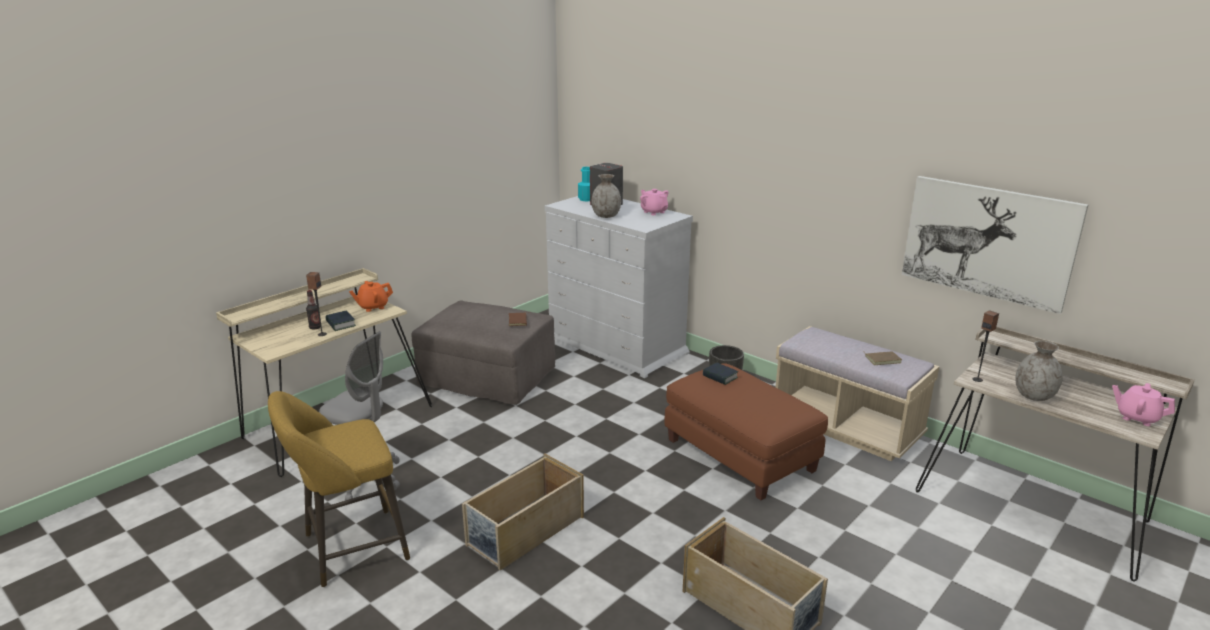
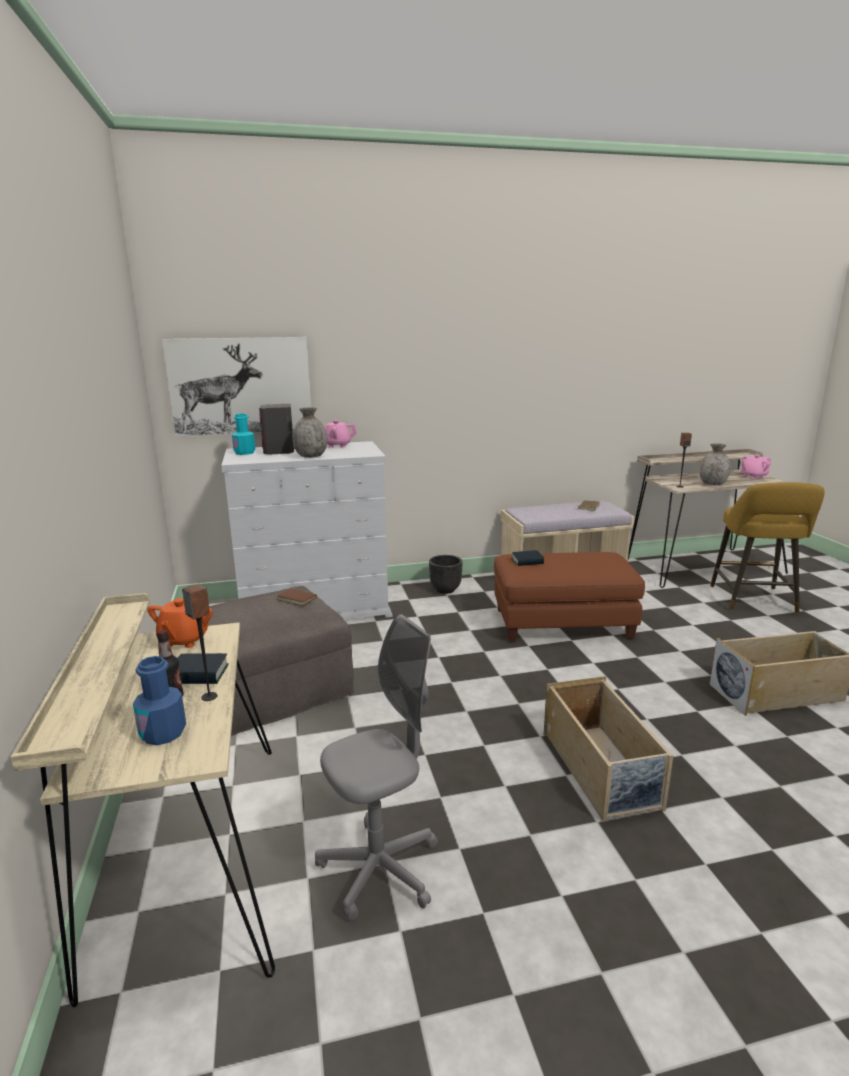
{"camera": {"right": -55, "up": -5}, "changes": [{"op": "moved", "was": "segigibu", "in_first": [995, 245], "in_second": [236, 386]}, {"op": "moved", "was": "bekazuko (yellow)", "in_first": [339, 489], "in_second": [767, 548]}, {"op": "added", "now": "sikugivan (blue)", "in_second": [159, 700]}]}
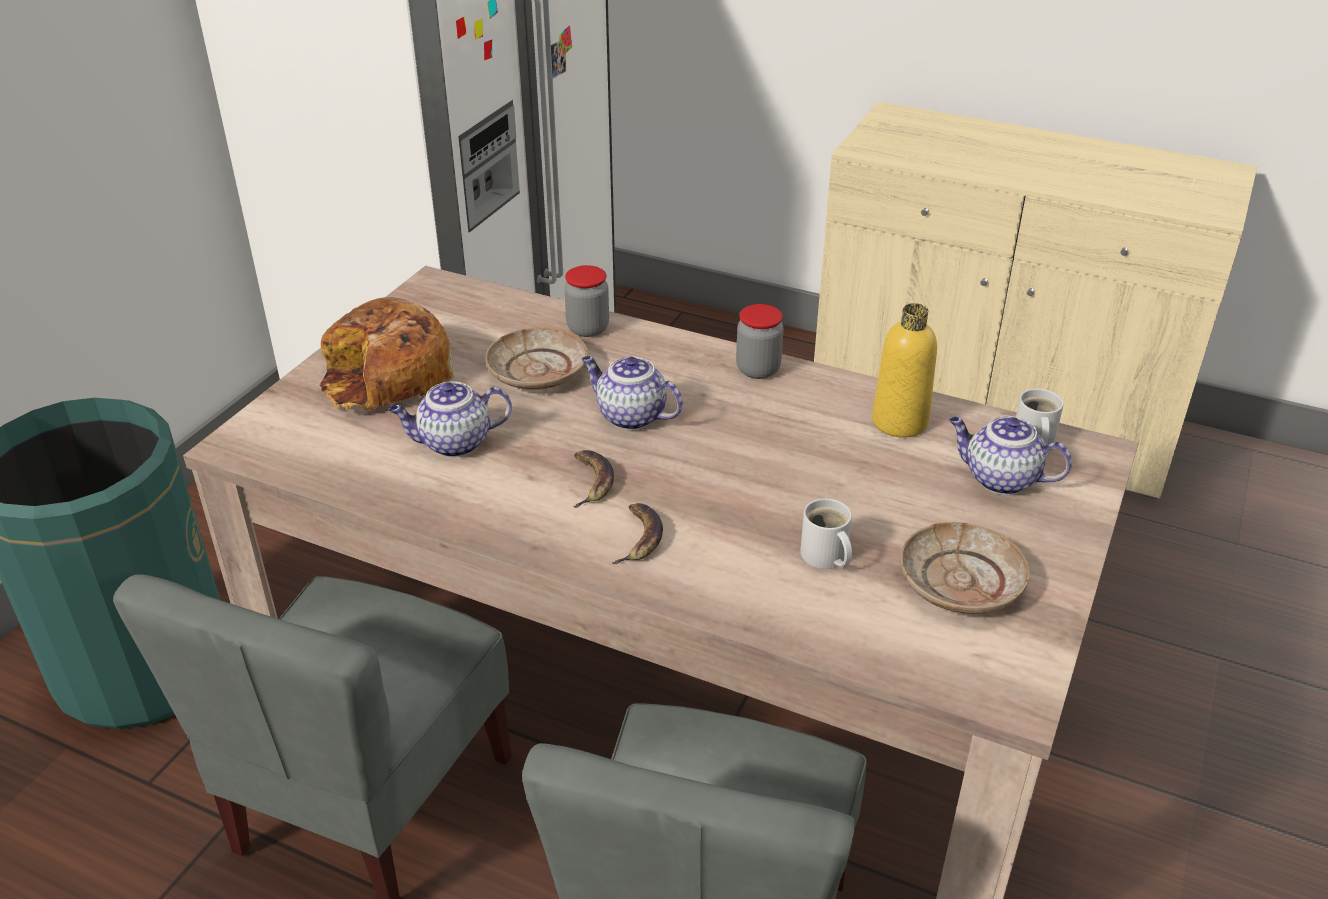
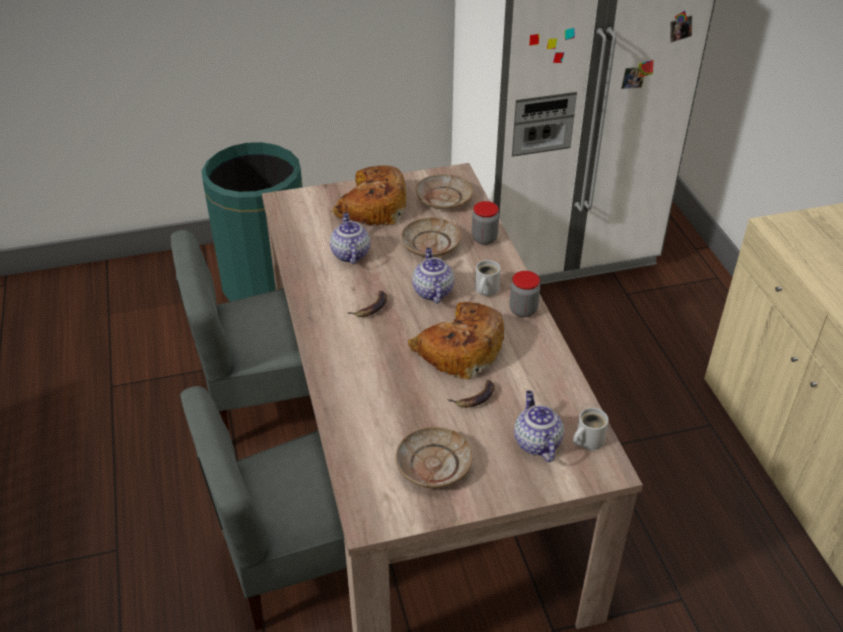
{"camera": {"right": 50, "up": 5}, "changes": [{"op": "removed", "was": "sikugivan (yellow)", "in_first": [904, 370]}, {"op": "turned", "was": "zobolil", "in_first": [450, 419], "in_second": [350, 238], "clockwise": 45}, {"op": "moved", "was": "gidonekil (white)", "in_first": [826, 533], "in_second": [488, 278]}, {"op": "moved", "was": "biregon", "in_first": [637, 533], "in_second": [471, 394]}, {"op": "added", "now": "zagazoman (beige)", "in_second": [444, 192]}, {"op": "added", "now": "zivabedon", "in_second": [456, 341]}]}
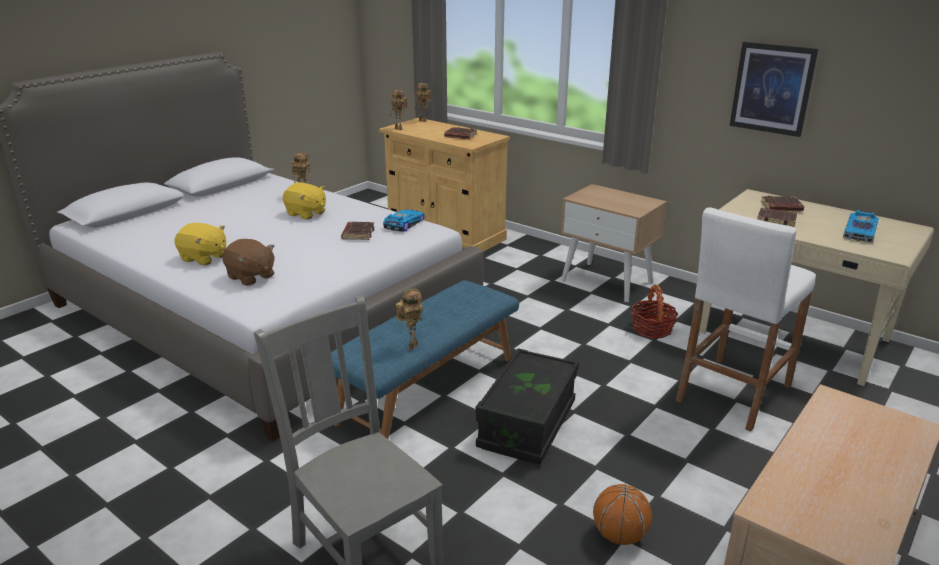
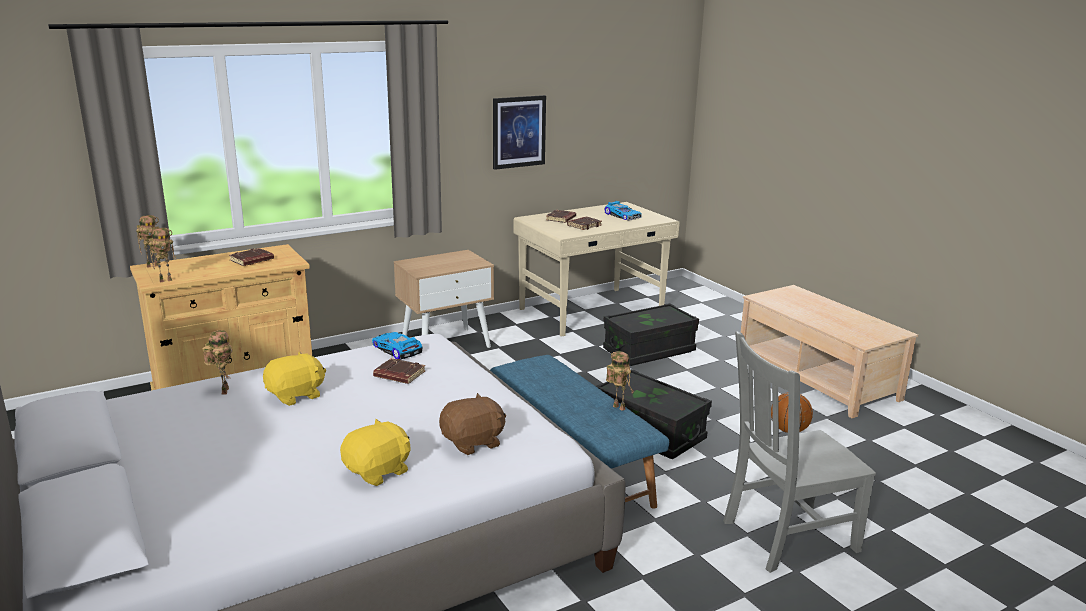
{"camera": {"right": -70, "up": -5}, "changes": [{"op": "replaced", "was": "bekazuko (white)", "now": "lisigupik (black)", "in_first": [746, 319], "in_second": [651, 334]}, {"op": "removed", "was": "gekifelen", "in_first": [654, 311]}]}
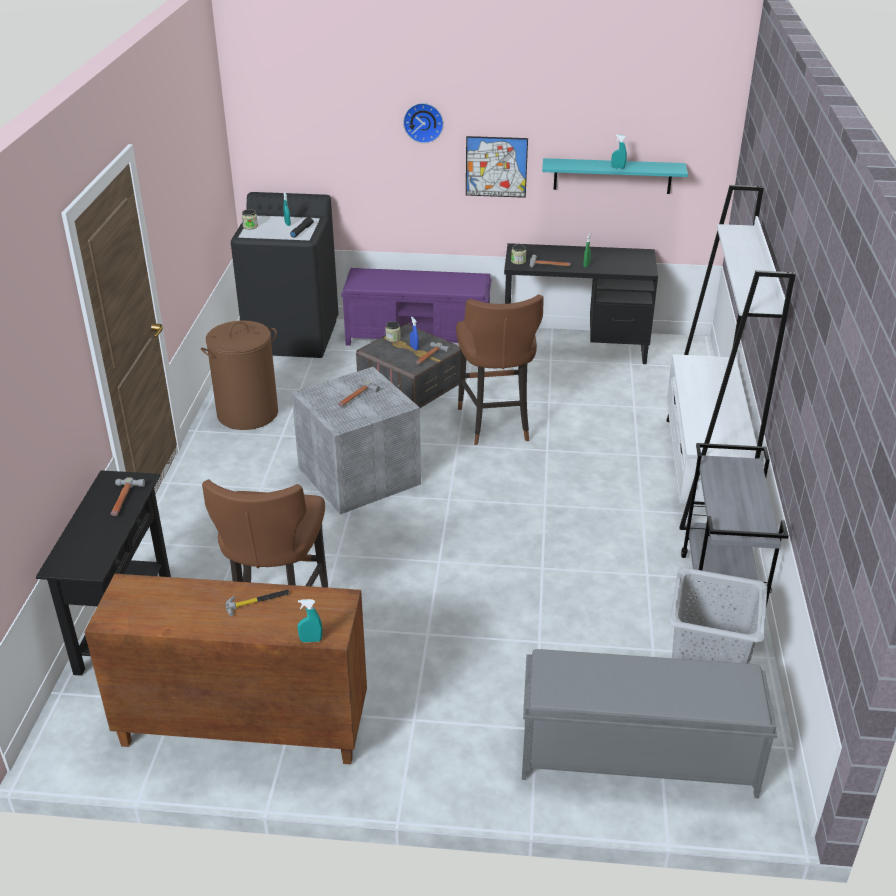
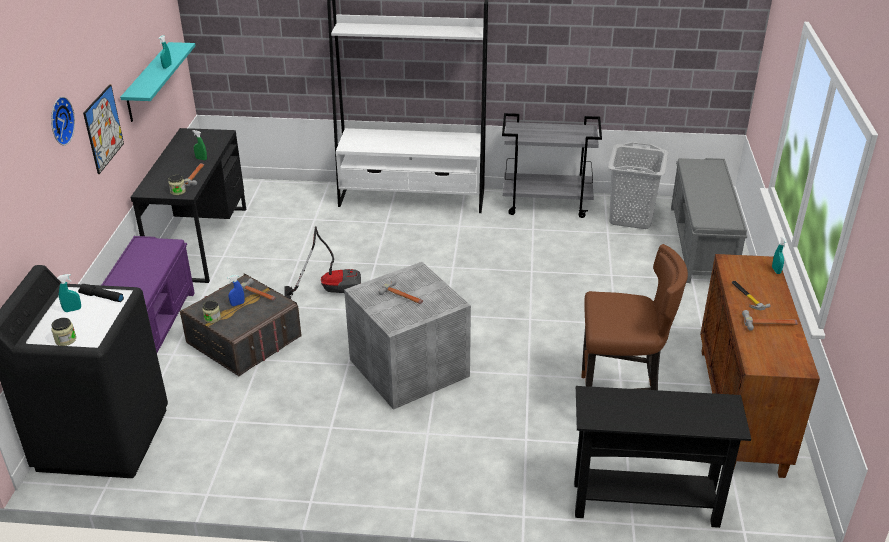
{"camera": {"right": -90, "up": 0}, "changes": [{"op": "replaced", "was": "bekazuko (brown)", "now": "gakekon", "in_first": [500, 369], "in_second": [322, 263]}, {"op": "removed", "was": "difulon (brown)", "in_first": [239, 375]}, {"op": "moved", "was": "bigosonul", "in_first": [128, 496], "in_second": [770, 320]}]}
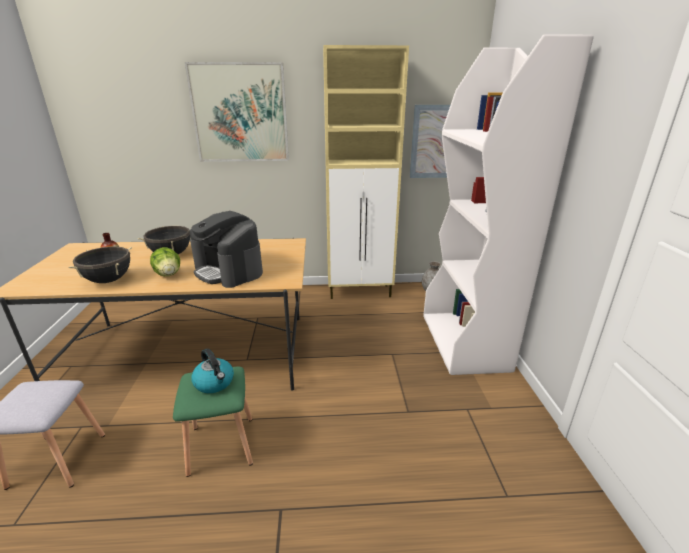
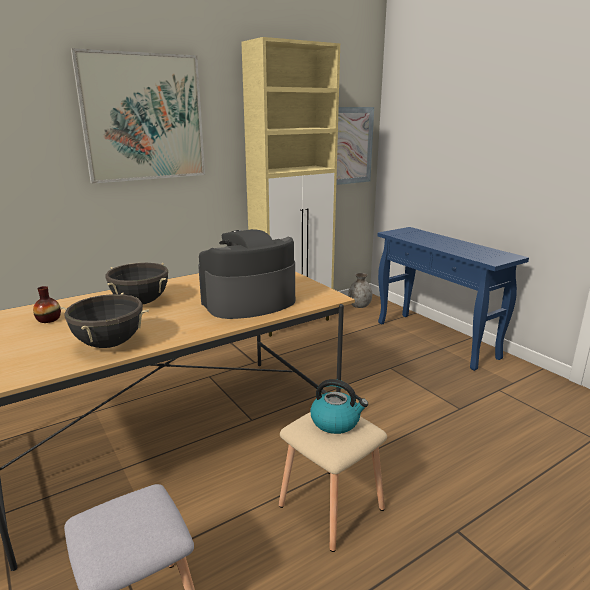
{"camera": {"right": -30, "up": -5}, "changes": [{"op": "replaced", "was": "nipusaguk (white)", "now": "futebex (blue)", "in_first": [508, 204], "in_second": [453, 299]}, {"op": "turned", "was": "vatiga", "in_first": [226, 249], "in_second": [246, 274], "clockwise": 135}, {"op": "removed", "was": "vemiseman", "in_first": [165, 261]}, {"op": "recoloured", "was": "bekazuko (green)", "now": "bekazuko (beige)", "in_first": [213, 421], "in_second": [333, 482]}]}
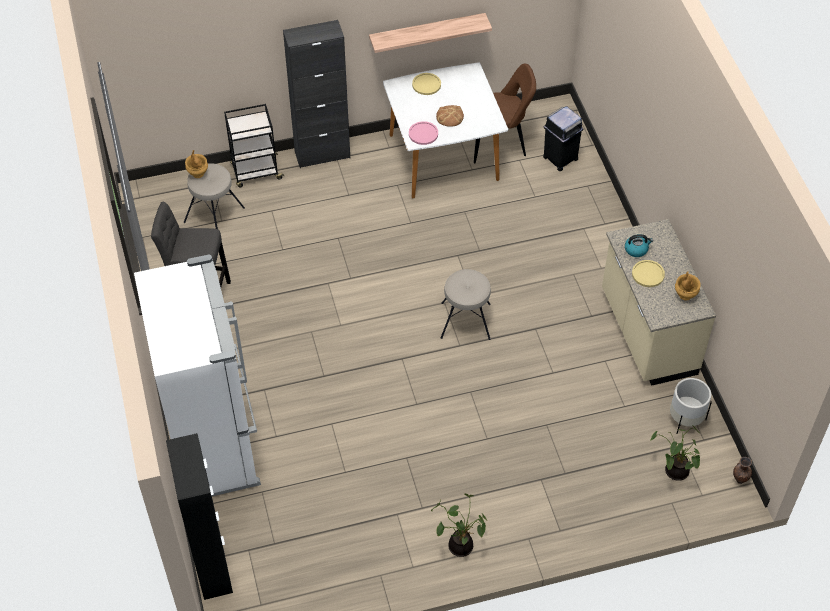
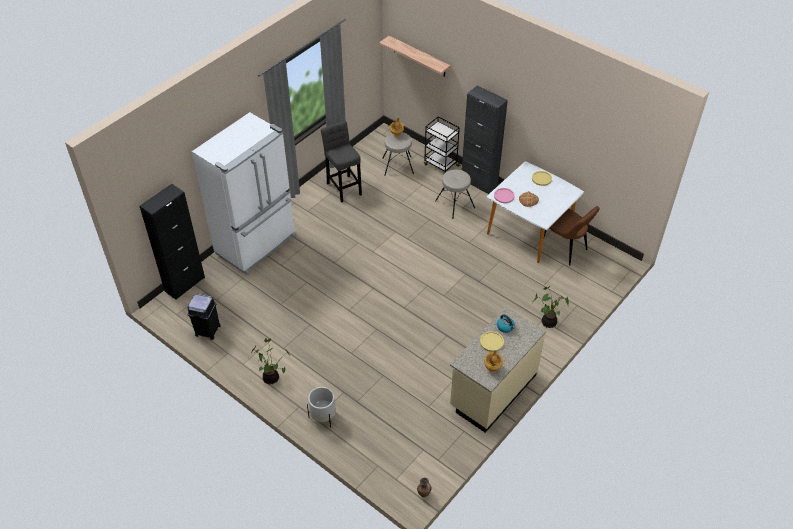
{"camera": {"right": 55, "up": -5}, "changes": [{"op": "moved", "was": "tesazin", "in_first": [430, 33], "in_second": [415, 56]}, {"op": "moved", "was": "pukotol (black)", "in_first": [563, 138], "in_second": [204, 317]}, {"op": "moved", "was": "bekazuko (beige)", "in_first": [466, 304], "in_second": [455, 194]}, {"op": "moved", "was": "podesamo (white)", "in_first": [691, 406], "in_second": [321, 407]}, {"op": "moved", "was": "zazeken", "in_first": [675, 453], "in_second": [551, 307]}]}
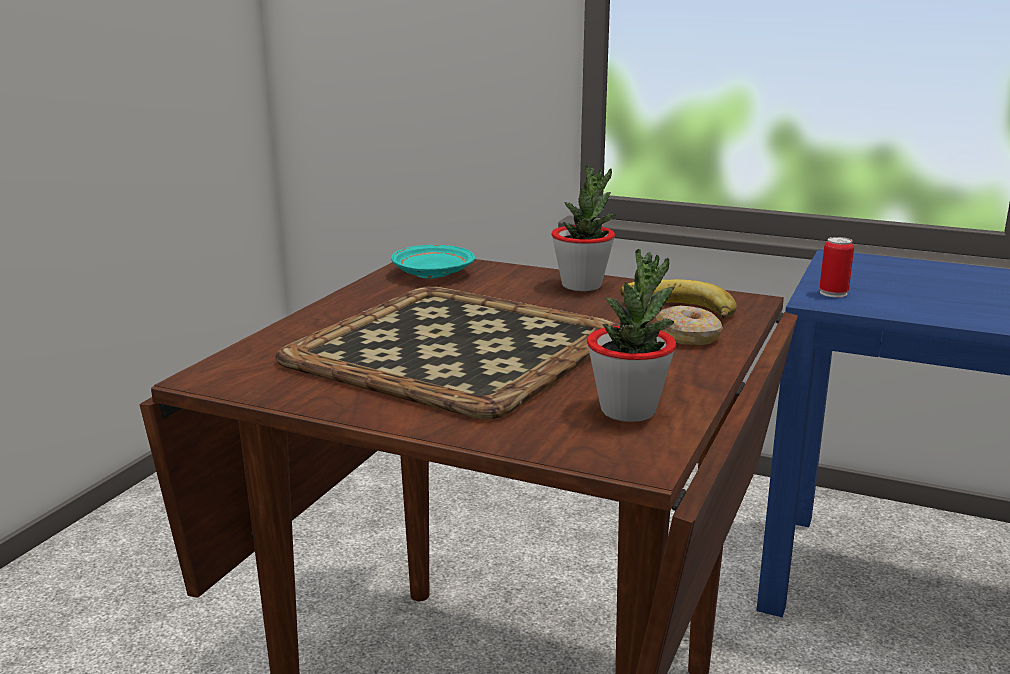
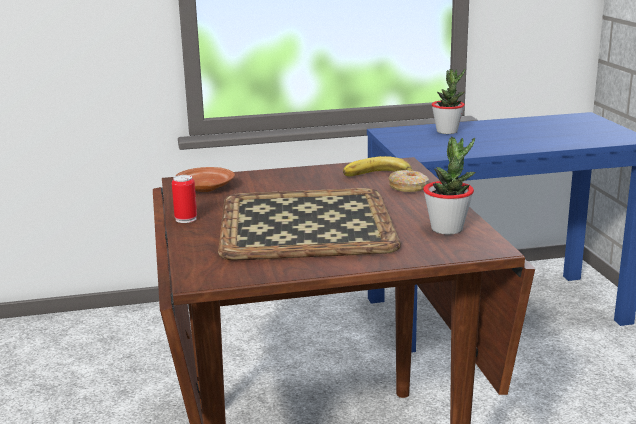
{"camera": {"right": -35, "up": 0}, "changes": [{"op": "moved", "was": "zazeken", "in_first": [583, 228], "in_second": [448, 101]}, {"op": "moved", "was": "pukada", "in_first": [837, 267], "in_second": [184, 199]}, {"op": "recoloured", "was": "zagazoman (turquoise)", "now": "zagazoman (brown)", "in_first": [433, 262], "in_second": [205, 179]}]}
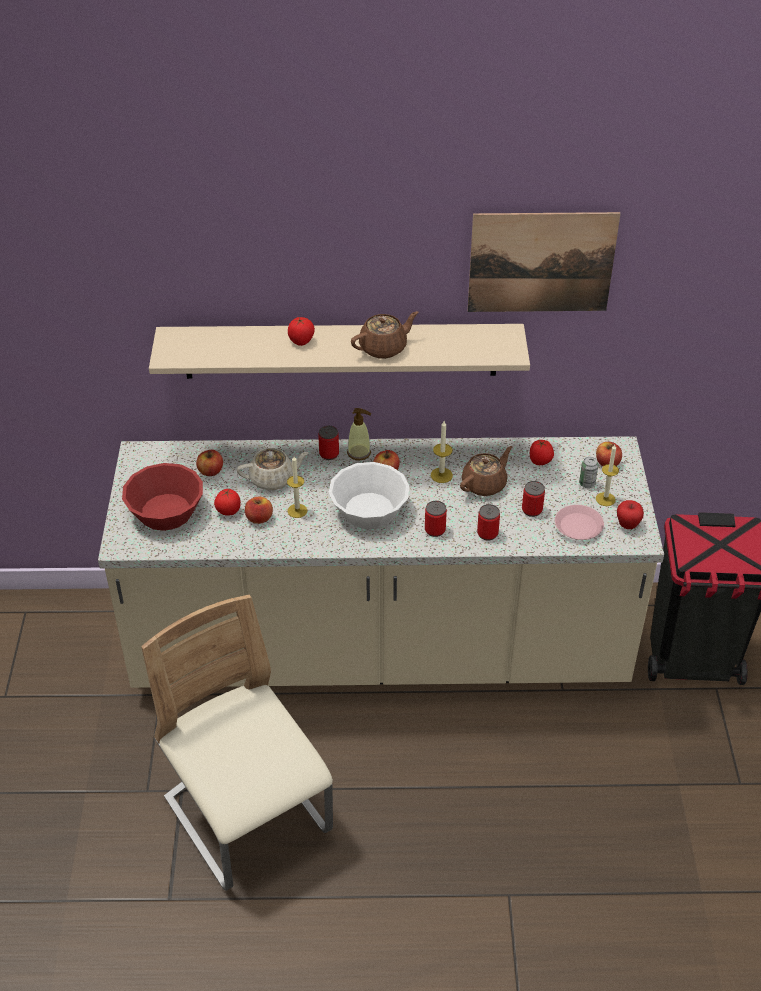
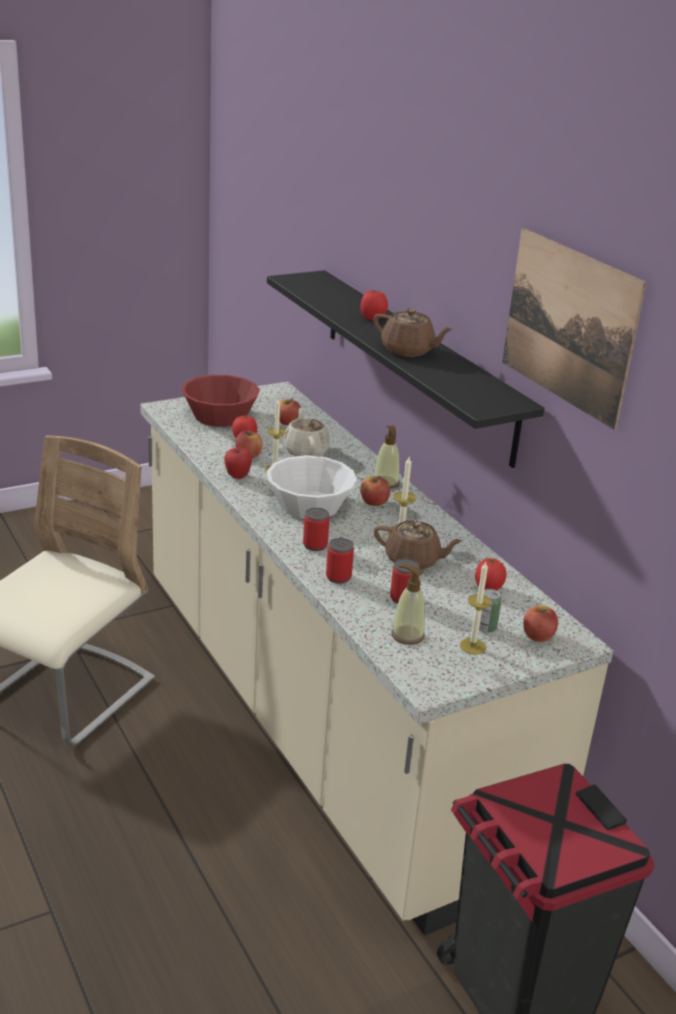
{"camera": {"right": 60, "up": -15}, "changes": [{"op": "recoloured", "was": "tesazin (beige)", "now": "tesazin (black)", "in_first": [339, 351], "in_second": [405, 369]}, {"op": "removed", "was": "pukada", "in_first": [328, 443]}, {"op": "turned", "was": "zobolil (beige)", "in_first": [273, 469], "in_second": [306, 432], "clockwise": -150}, {"op": "moved", "was": "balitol", "in_first": [630, 514], "in_second": [238, 463]}, {"op": "replaced", "was": "zagazoman (pink)", "now": "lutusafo", "in_first": [579, 522], "in_second": [408, 604]}]}
